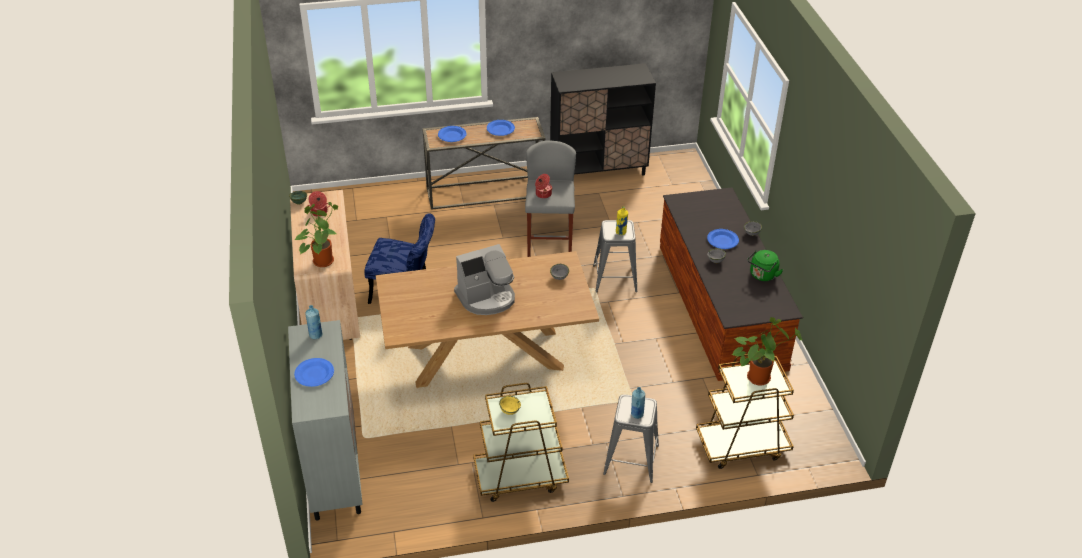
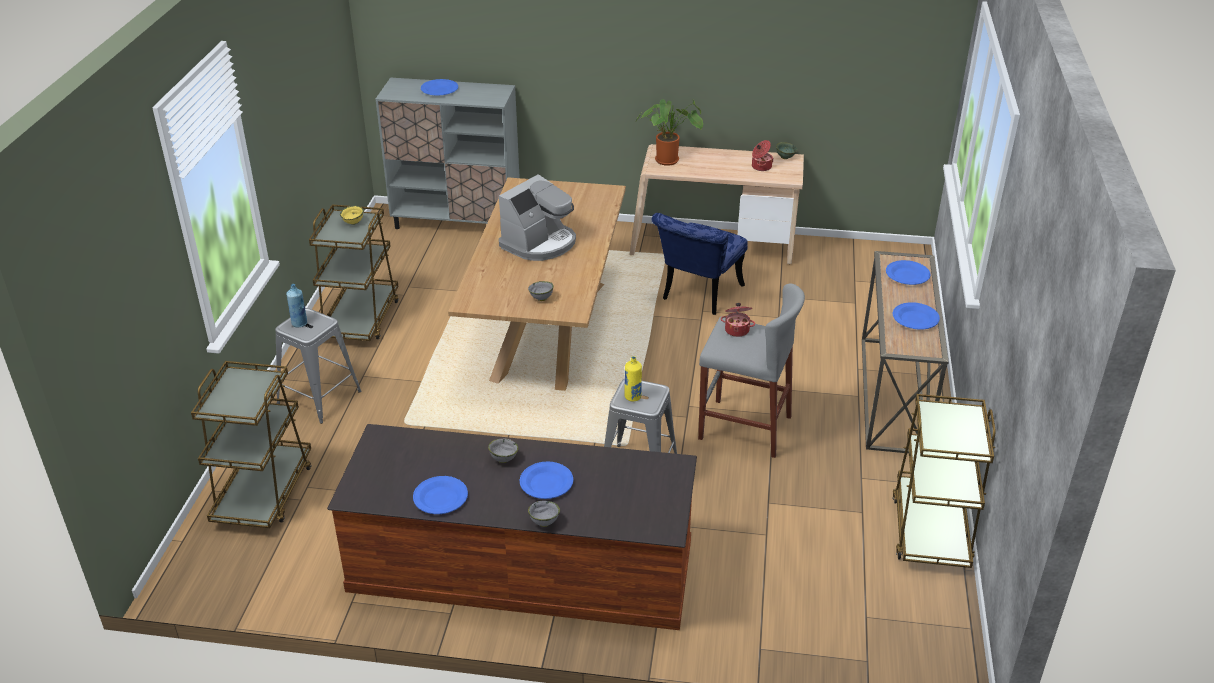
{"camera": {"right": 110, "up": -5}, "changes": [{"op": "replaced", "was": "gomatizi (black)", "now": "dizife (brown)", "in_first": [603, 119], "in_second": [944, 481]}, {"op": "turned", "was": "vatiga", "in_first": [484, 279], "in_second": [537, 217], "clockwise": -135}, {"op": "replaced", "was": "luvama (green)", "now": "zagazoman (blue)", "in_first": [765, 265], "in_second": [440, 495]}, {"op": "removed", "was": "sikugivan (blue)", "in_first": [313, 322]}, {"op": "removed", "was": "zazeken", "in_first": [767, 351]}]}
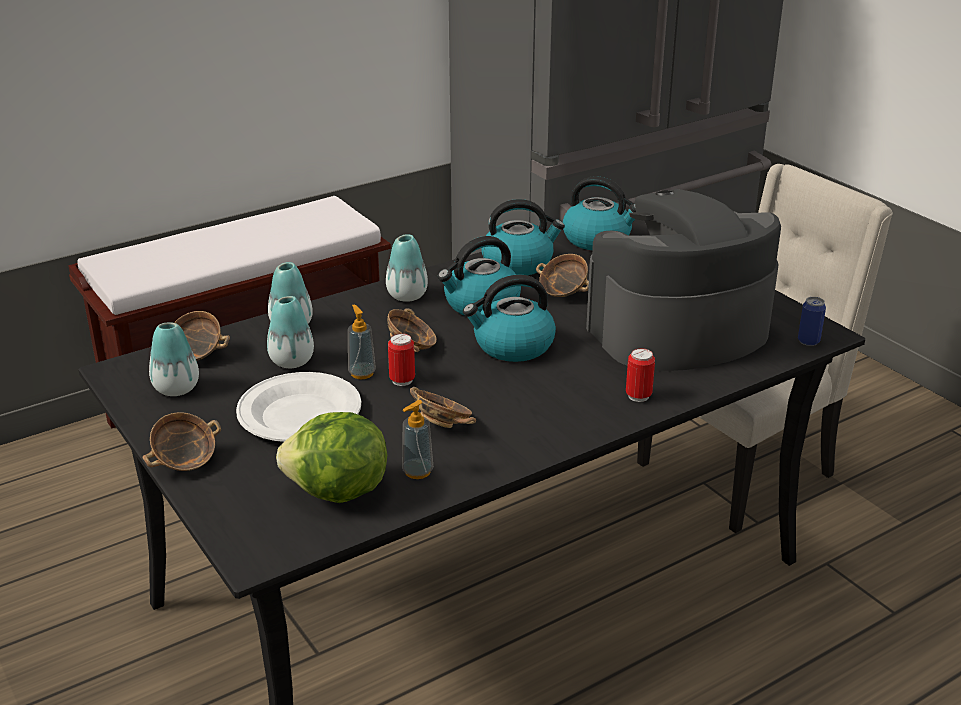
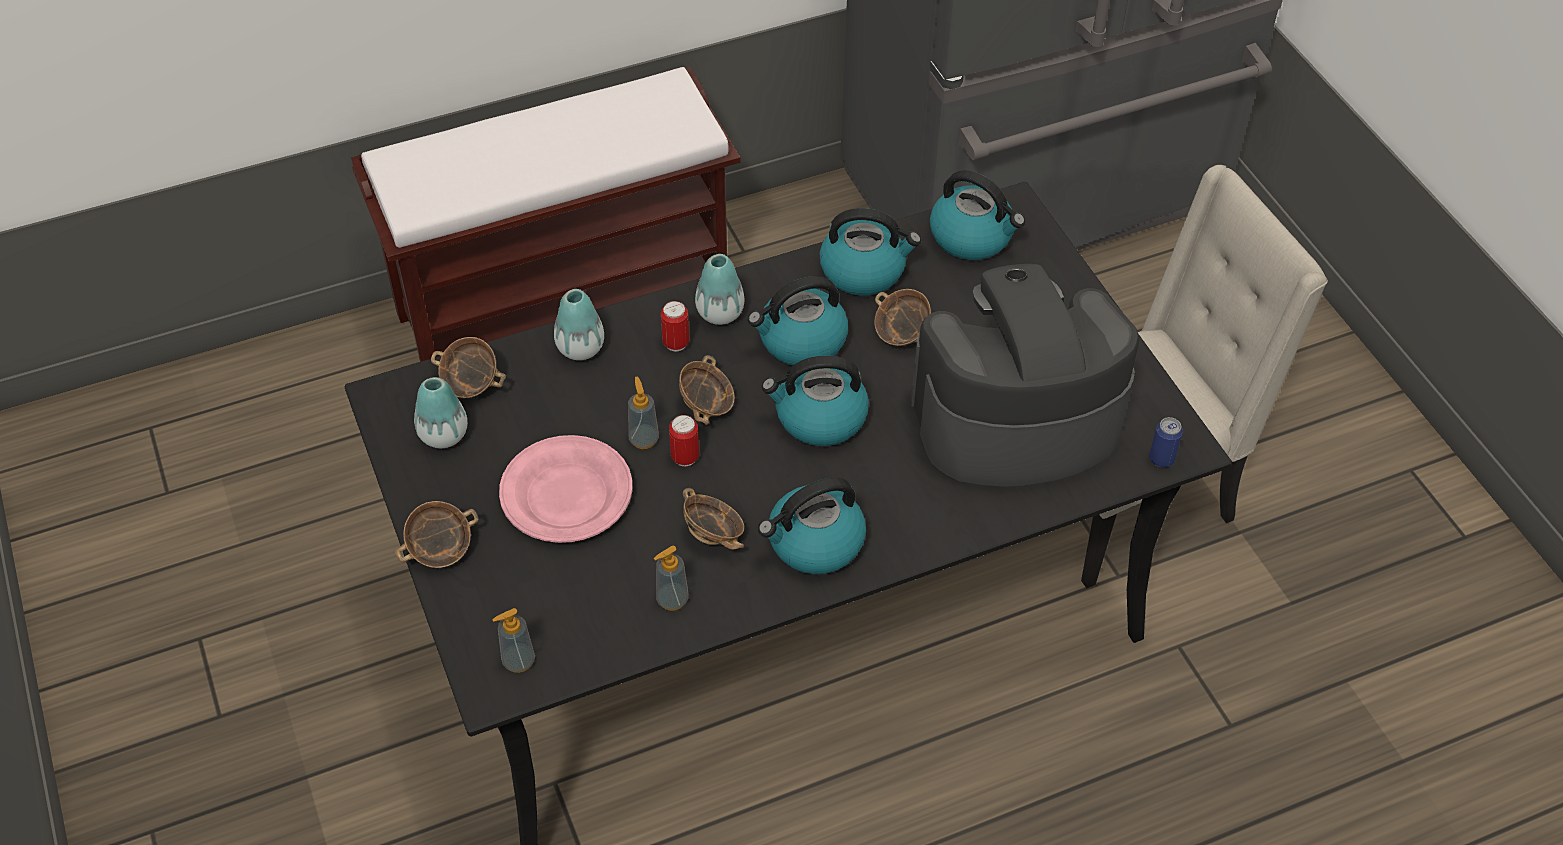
{"camera": {"right": 10, "up": 20}, "changes": [{"op": "removed", "was": "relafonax", "in_first": [290, 332]}, {"op": "moved", "was": "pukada", "in_first": [640, 375], "in_second": [675, 326]}, {"op": "recoloured", "was": "zagazoman (white)", "now": "zagazoman (pink)", "in_first": [298, 407], "in_second": [566, 489]}, {"op": "removed", "was": "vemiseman", "in_first": [331, 457]}, {"op": "added", "now": "luvama", "in_second": [812, 525]}, {"op": "added", "now": "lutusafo", "in_second": [513, 640]}]}
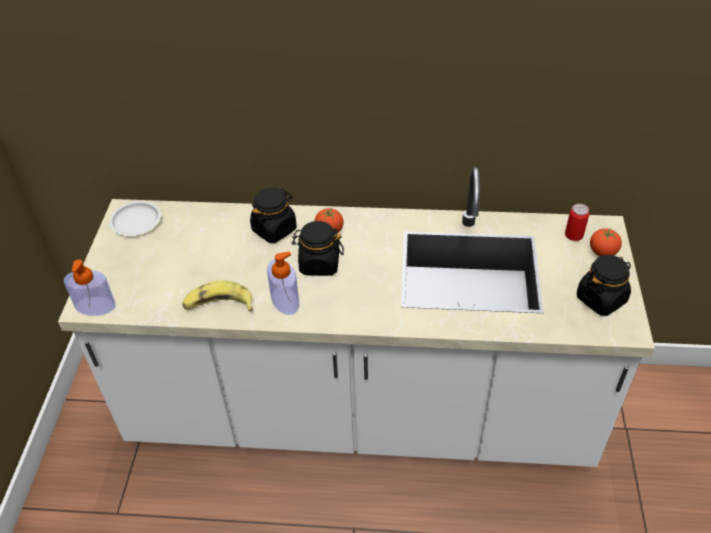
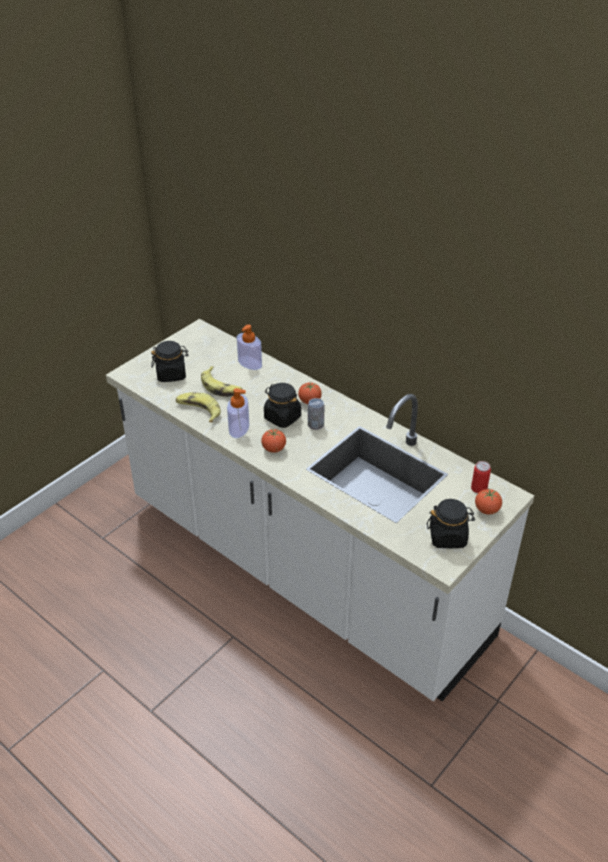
{"camera": {"right": 35, "up": -5}, "changes": [{"op": "moved", "was": "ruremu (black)", "in_first": [273, 215], "in_second": [170, 361]}, {"op": "removed", "was": "zagazoman (white)", "in_first": [135, 218]}, {"op": "moved", "was": "lutusafo", "in_first": [89, 287], "in_second": [249, 347]}, {"op": "added", "now": "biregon", "in_second": [222, 381]}, {"op": "added", "now": "pukada", "in_second": [316, 414]}, {"op": "added", "now": "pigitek", "in_second": [273, 441]}]}
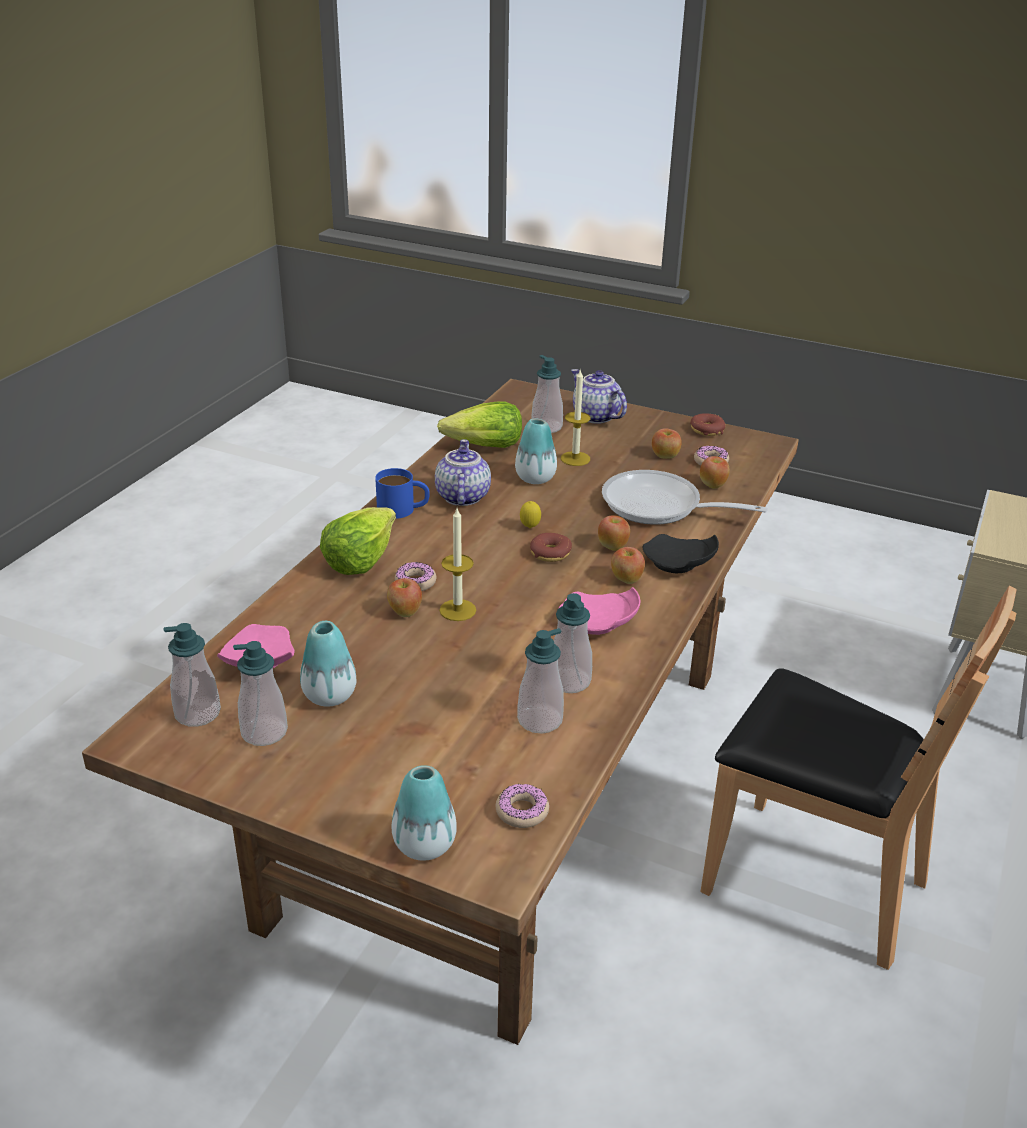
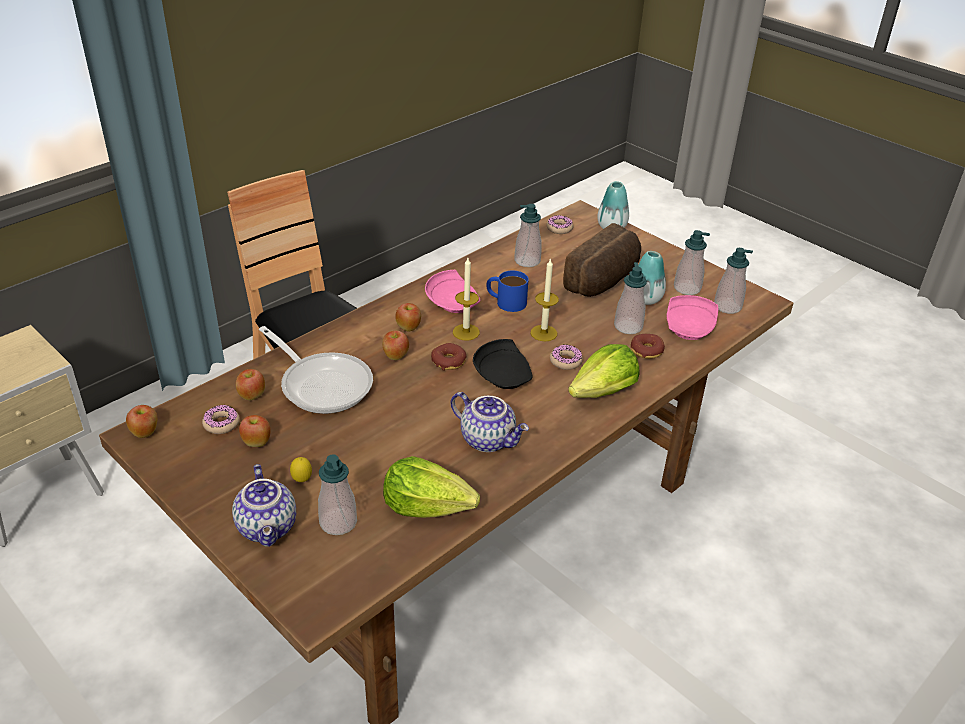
{"camera": {"right": -160, "up": 5}, "changes": [{"op": "moved", "was": "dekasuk", "in_first": [575, 418], "in_second": [466, 299]}, {"op": "moved", "was": "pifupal", "in_first": [708, 424], "in_second": [648, 346]}, {"op": "removed", "was": "relafonax", "in_first": [536, 451]}, {"op": "turned", "was": "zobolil", "in_first": [463, 472], "in_second": [490, 422], "clockwise": -75}, {"op": "moved", "was": "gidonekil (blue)", "in_first": [402, 493], "in_second": [508, 291]}, {"op": "moved", "was": "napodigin", "in_first": [530, 514], "in_second": [301, 469]}, {"op": "moved", "was": "zagazoman (black)", "in_first": [681, 553], "in_second": [502, 364]}, {"op": "moved", "was": "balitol", "in_first": [404, 597], "in_second": [142, 421]}, {"op": "moved", "was": "lutusafo", "in_first": [573, 643], "in_second": [630, 298]}, {"op": "added", "now": "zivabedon", "in_second": [602, 260]}]}
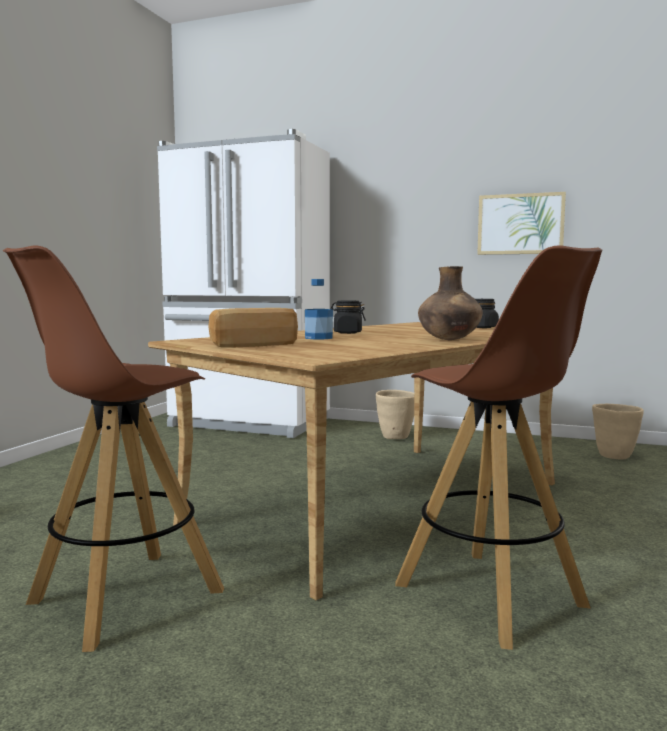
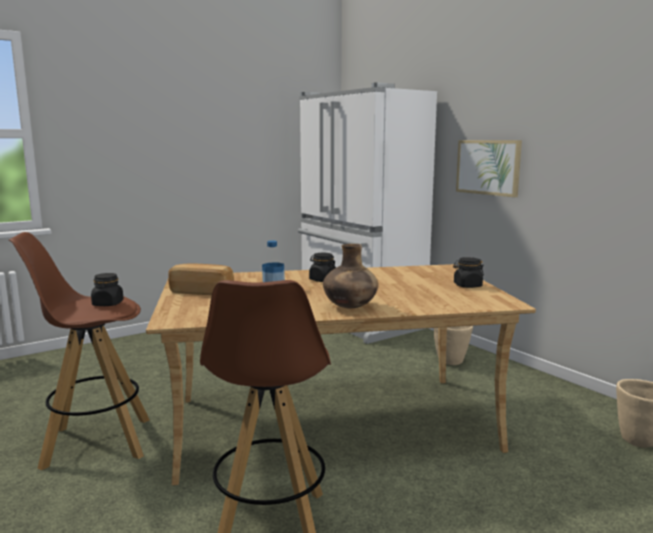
{"camera": {"right": 35, "up": 5}, "changes": [{"op": "moved", "was": "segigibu", "in_first": [521, 223], "in_second": [489, 168]}, {"op": "added", "now": "ruremu (black)", "in_second": [107, 289]}]}
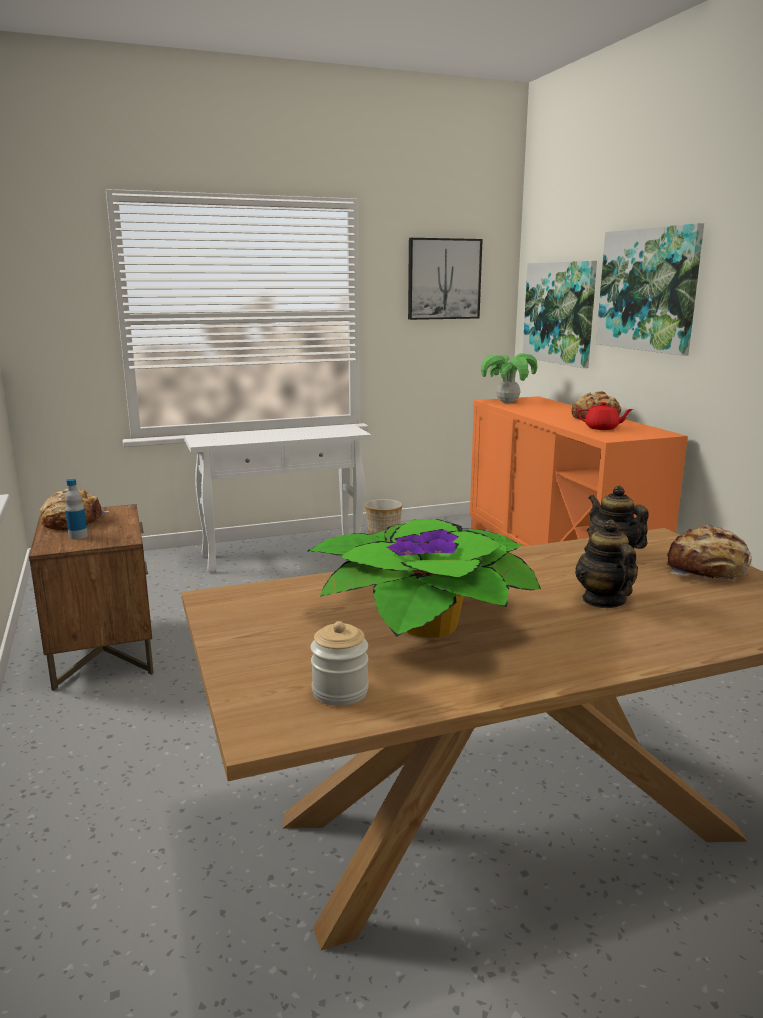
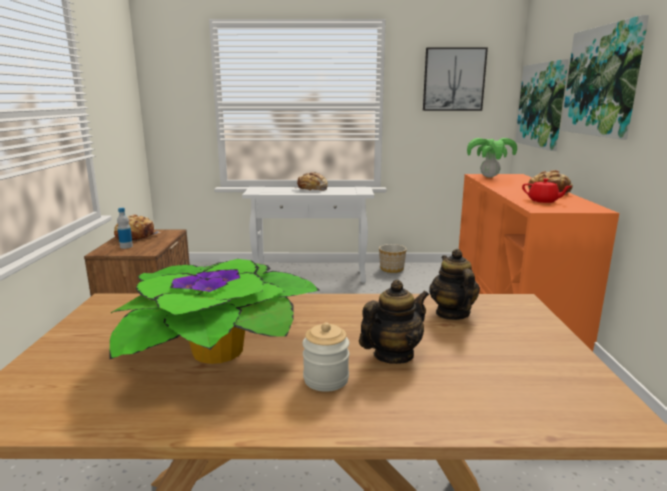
{"camera": {"right": 20, "up": 0}, "changes": [{"op": "turned", "was": "zobolil", "in_first": [606, 563], "in_second": [394, 322], "clockwise": 45}, {"op": "moved", "was": "zivabedon", "in_first": [709, 553], "in_second": [310, 181]}, {"op": "moved", "was": "ruremu", "in_first": [340, 663], "in_second": [325, 357]}]}
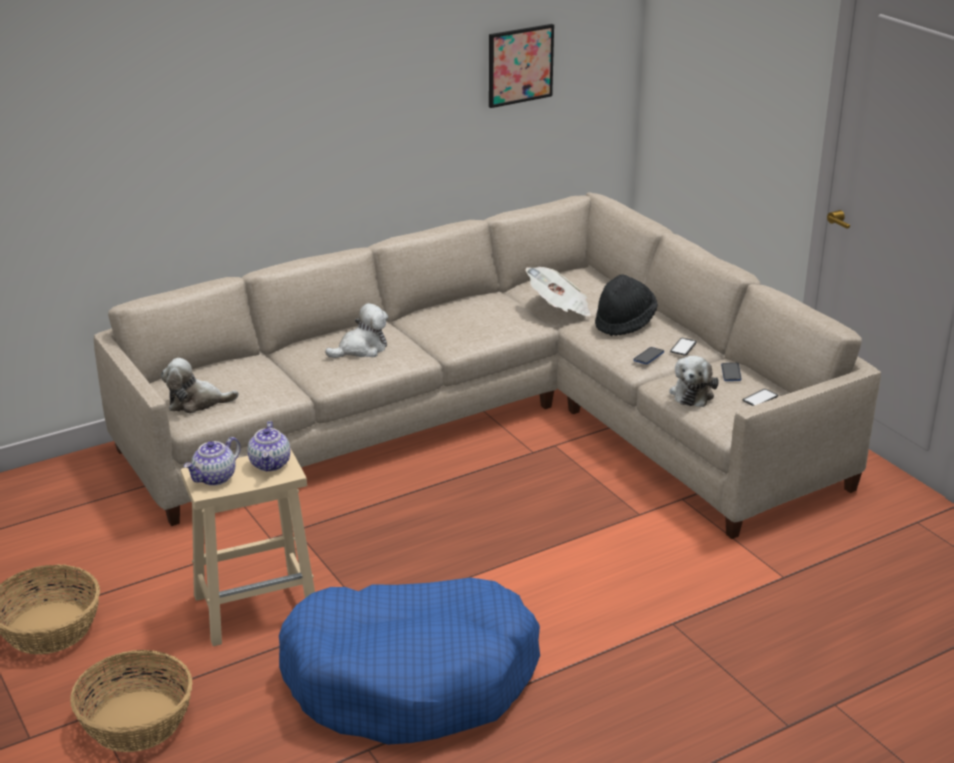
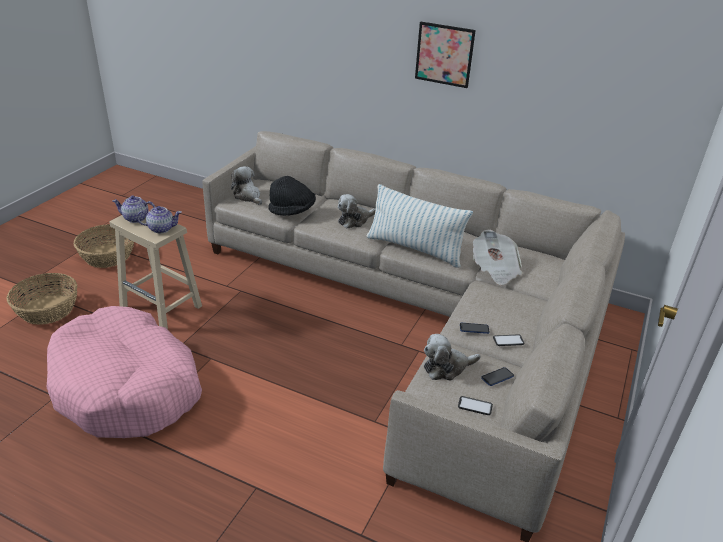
{"camera": {"right": 55, "up": 5}, "changes": [{"op": "moved", "was": "segigibu", "in_first": [521, 66], "in_second": [445, 55]}, {"op": "moved", "was": "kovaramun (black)", "in_first": [626, 305], "in_second": [292, 196]}, {"op": "turned", "was": "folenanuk", "in_first": [356, 330], "in_second": [357, 211], "clockwise": 120}, {"op": "turned", "was": "zobolil", "in_first": [269, 446], "in_second": [159, 219], "clockwise": -150}, {"op": "recoloured", "was": "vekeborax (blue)", "now": "vekeborax (pink)", "in_first": [409, 661], "in_second": [124, 372]}, {"op": "added", "now": "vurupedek", "in_second": [420, 226]}]}
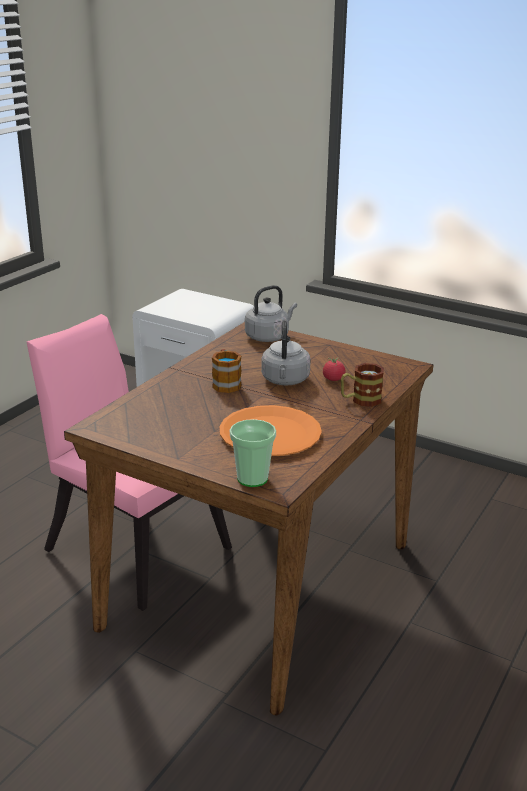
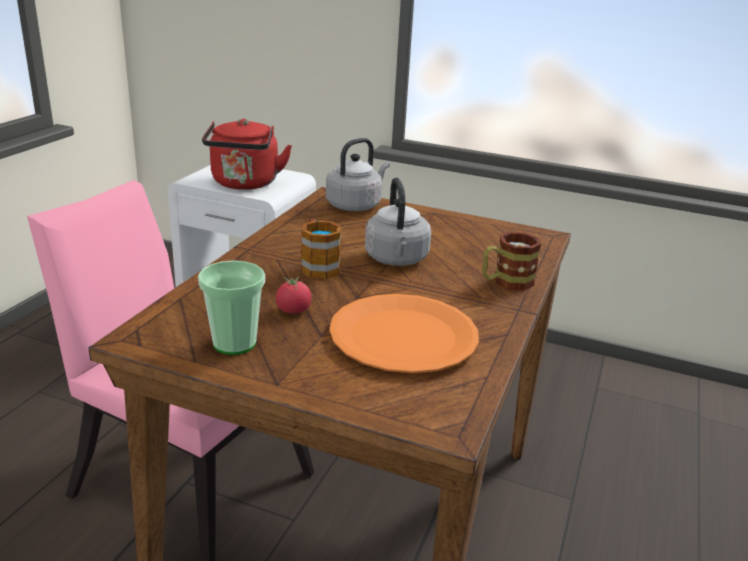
{"camera": {"right": -10, "up": 0}, "changes": [{"op": "moved", "was": "pigitek", "in_first": [334, 369], "in_second": [294, 295]}, {"op": "moved", "was": "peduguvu", "in_first": [253, 453], "in_second": [231, 307]}, {"op": "added", "now": "luvama (red)", "in_second": [247, 154]}]}
